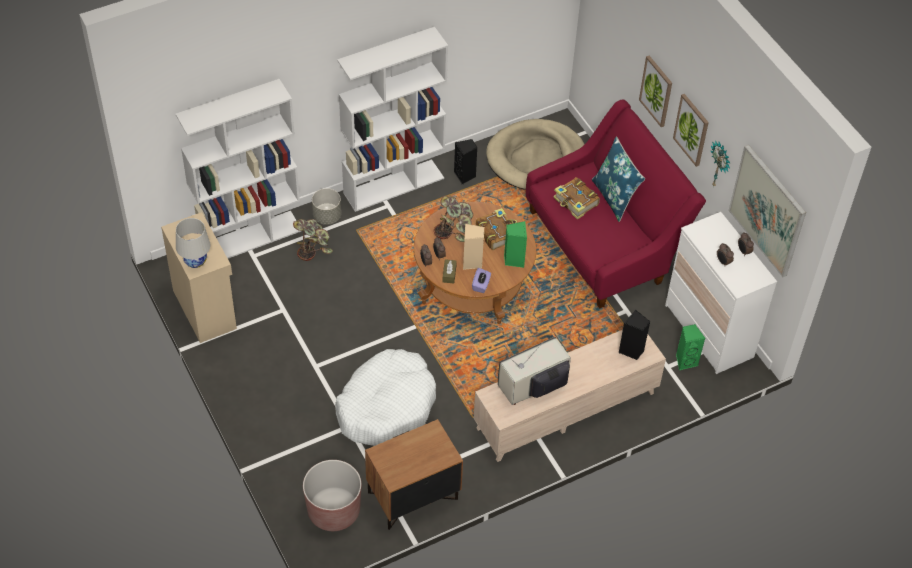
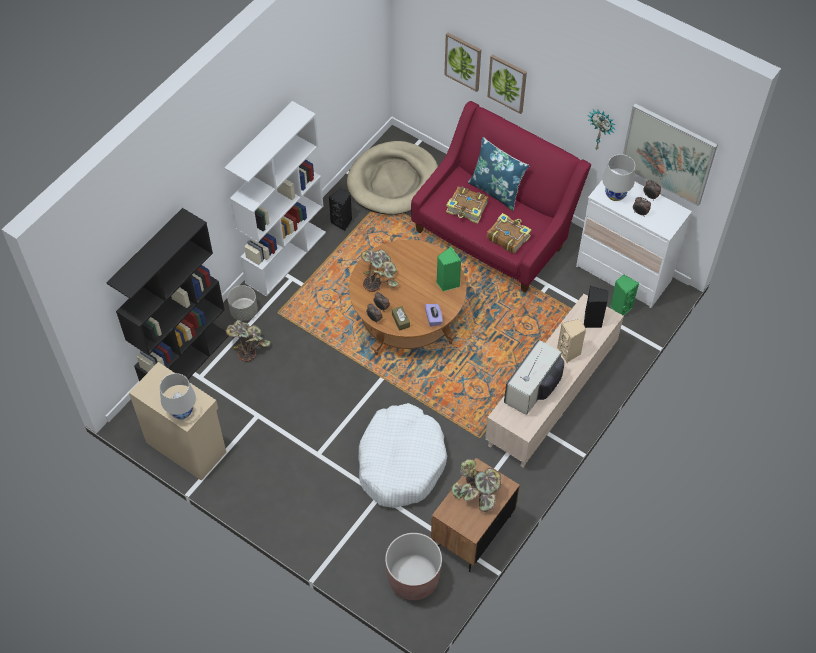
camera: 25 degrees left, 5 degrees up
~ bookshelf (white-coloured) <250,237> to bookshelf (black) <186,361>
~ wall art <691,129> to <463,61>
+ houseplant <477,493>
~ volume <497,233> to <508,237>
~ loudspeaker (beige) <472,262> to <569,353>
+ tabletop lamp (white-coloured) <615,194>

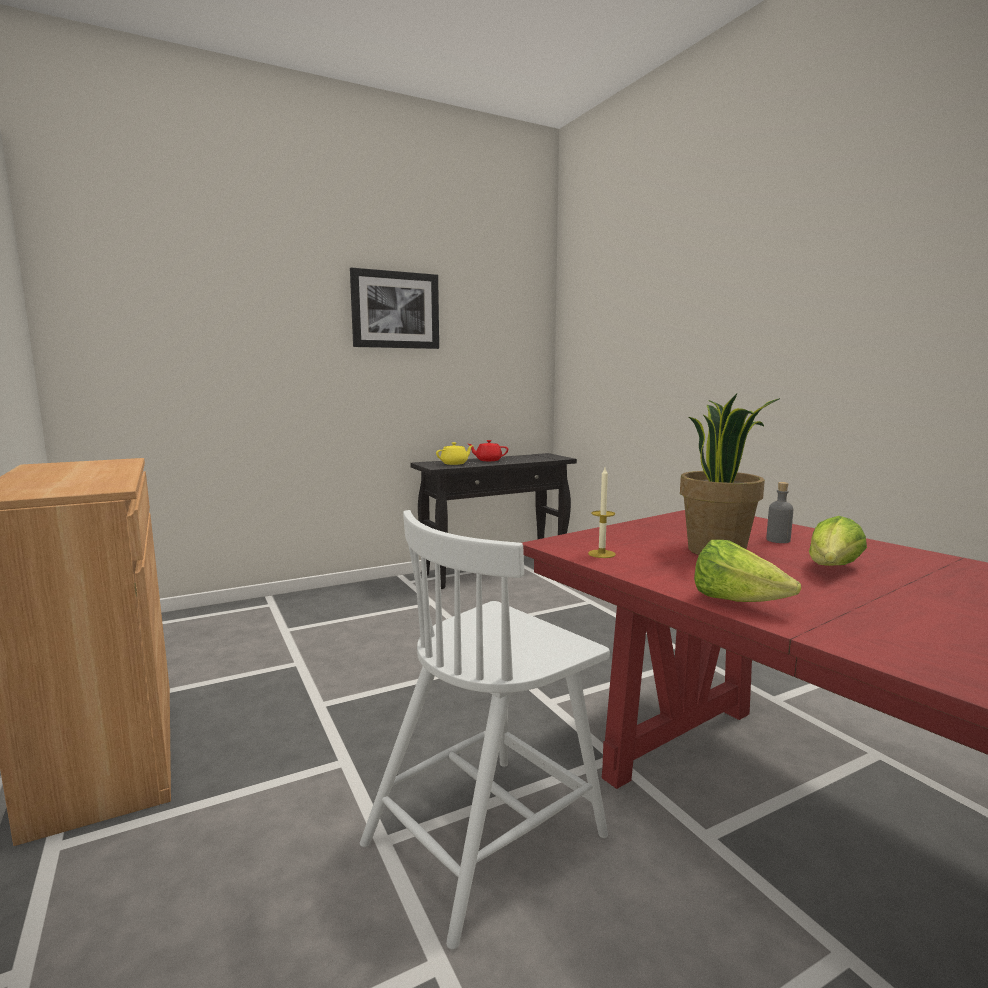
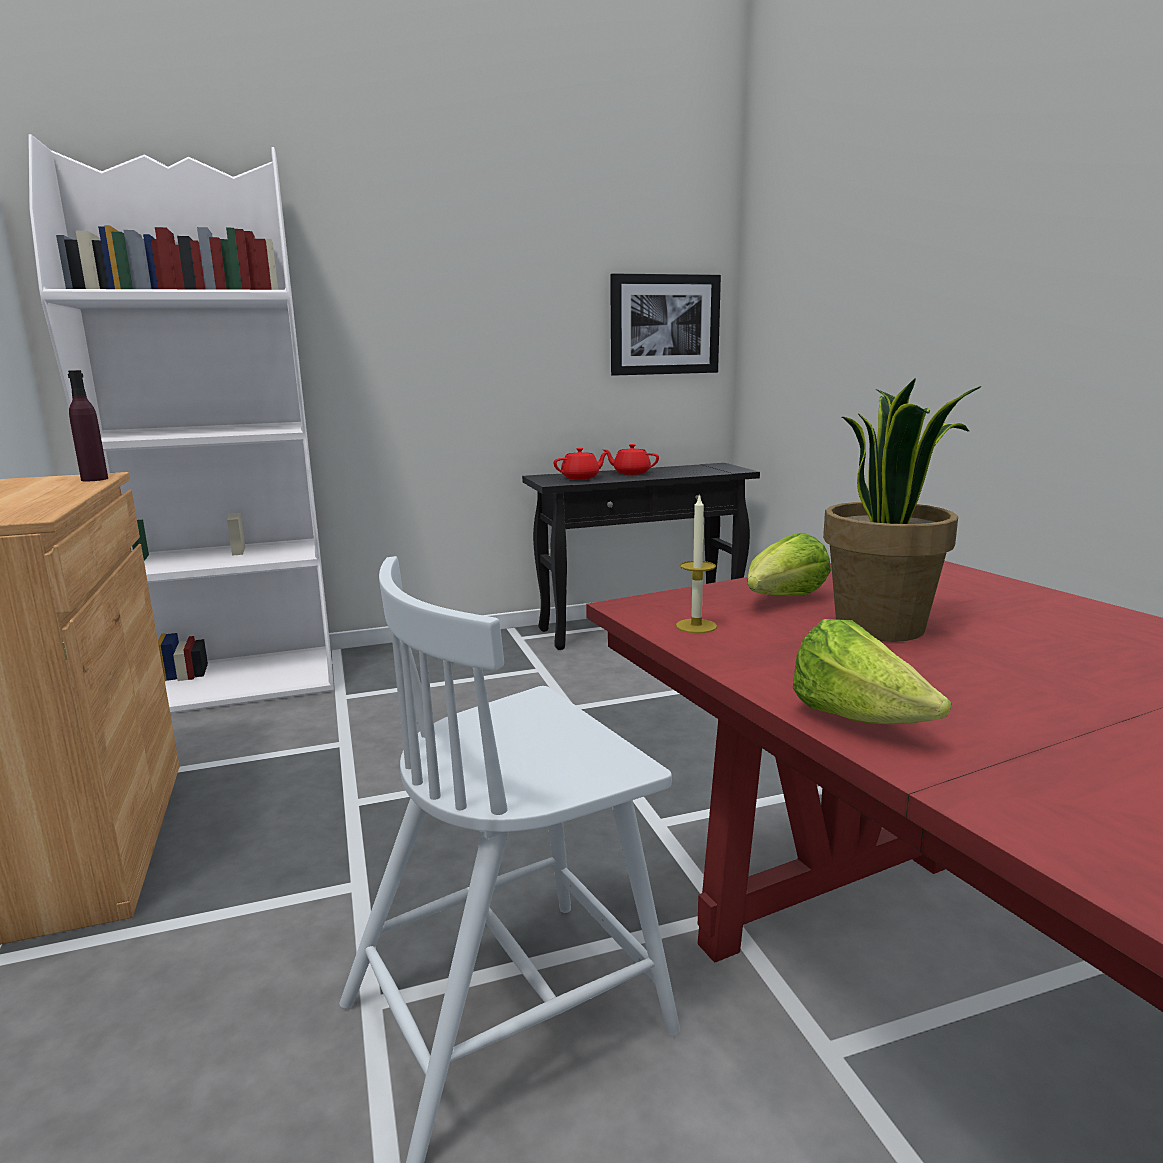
camera: 10 degrees right, 5 degrees up
+ bookshelf (white-coloured) <238,683>
+ bottle (purplish) <94,479>
~ teapot (yellow) <455,463> to teapot (red-coloured) <581,477>
~ wall art <395,310> to <664,325>
~ head of lettuce <832,569> to <784,600>
- bottle (grey) <778,540>

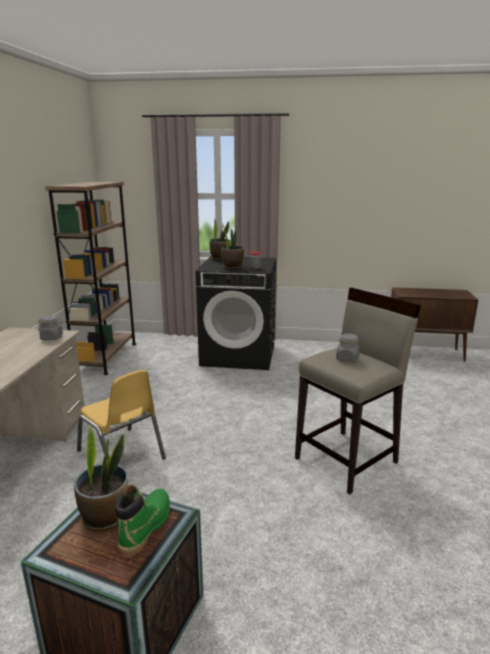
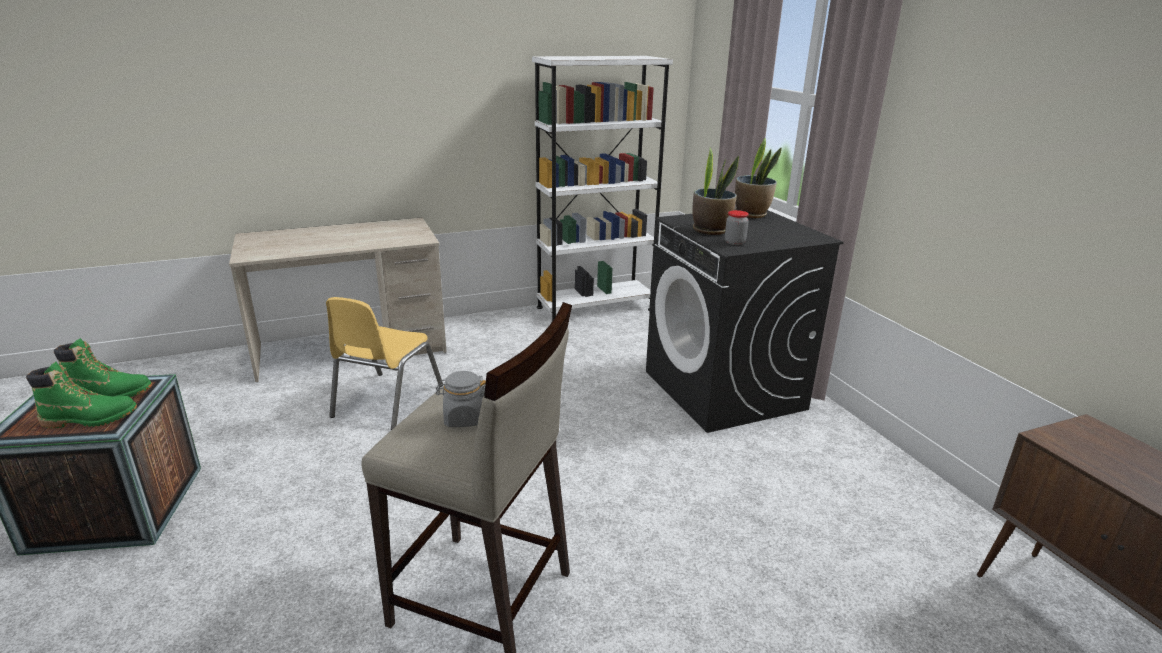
camera: 60 degrees right, 5 degrees up
~ houseplant <105,517> to boot (green-coloured) <110,394>
~ bookshelf (brownish) <106,357> to bookshelf (white-coloured) <595,308>
- jar (grey) <52,338>

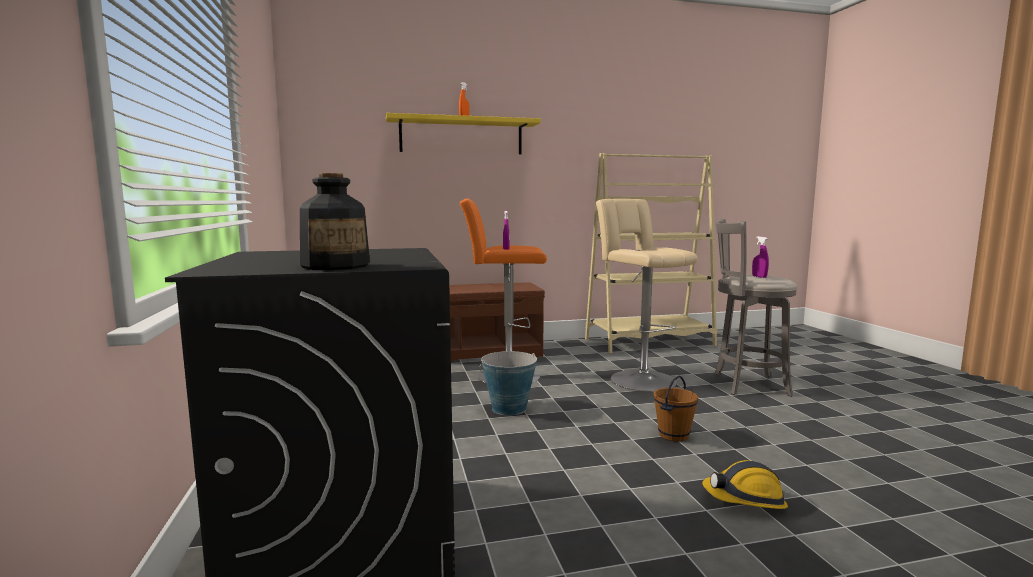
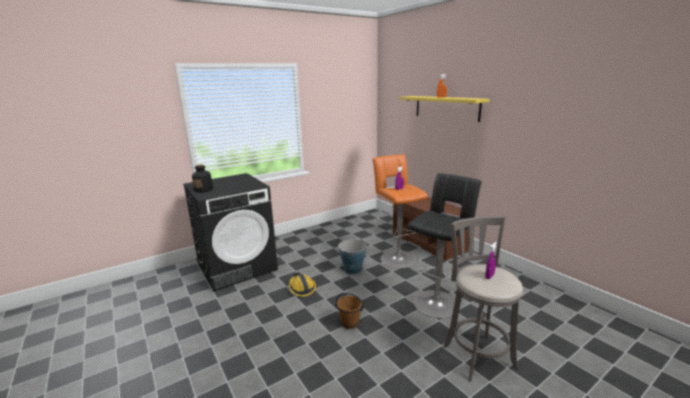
camera: 70 degrees right, 10 degrees up
~ work helmet <745,500> to <302,288>
~ stool (beige) <639,379> to stool (black) <437,301>
- bookshelf (beige) <649,342>

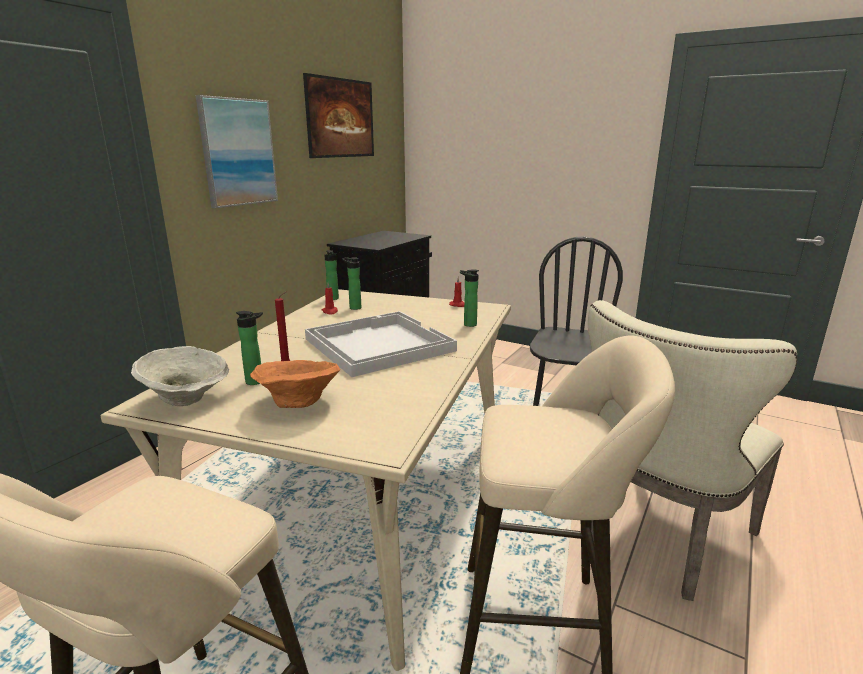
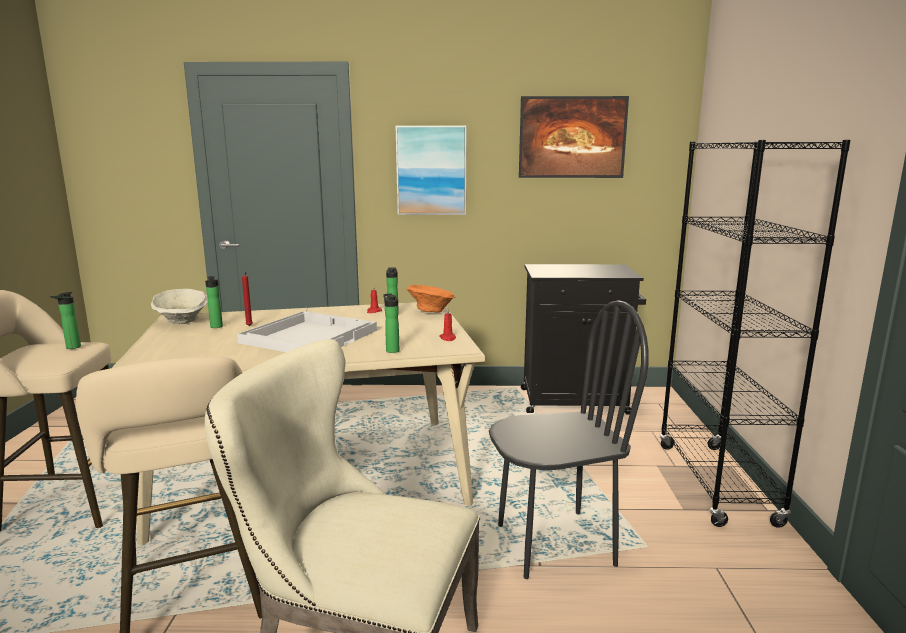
camera: 60 degrees right, 5 degrees down
~ bottle <333,299> to <71,347>
~ serving bowl (orange-coloured) <298,403> to <431,311>
+ bookshelf (black) <716,483>

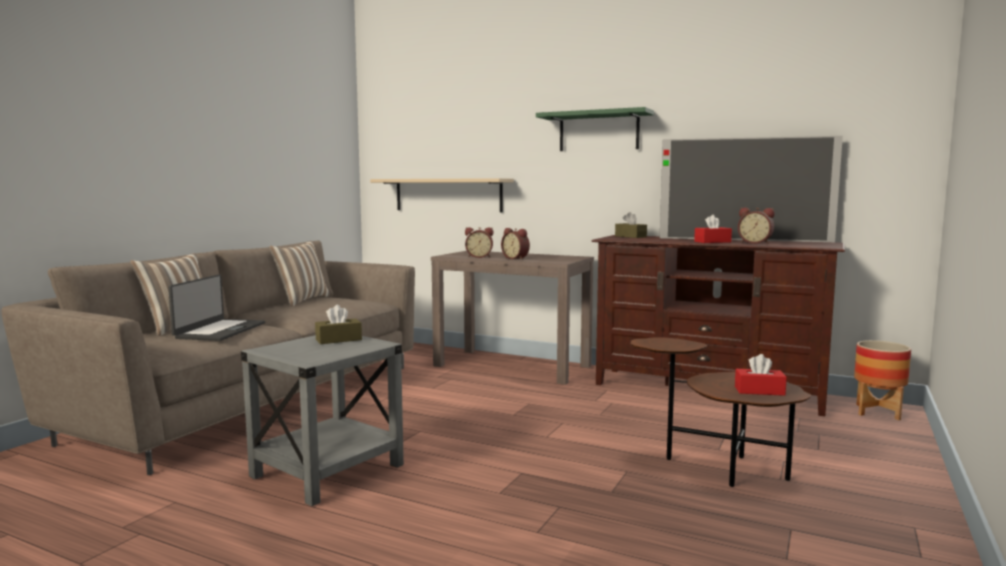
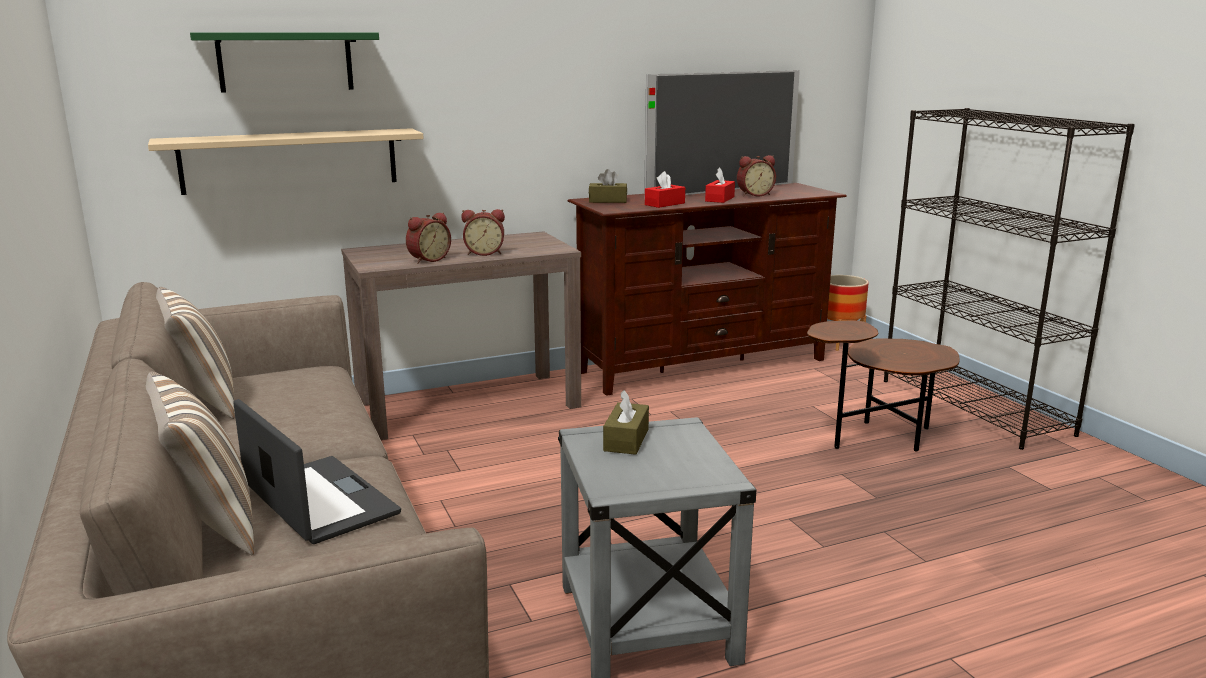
camera: 50 degrees left, 10 degrees up
~ bracket shelf (green-coloured) <599,131> to <285,61>
~ tissue holder (red-coloured) <759,391> to <664,204>
+ bookshelf (black) <975,407>

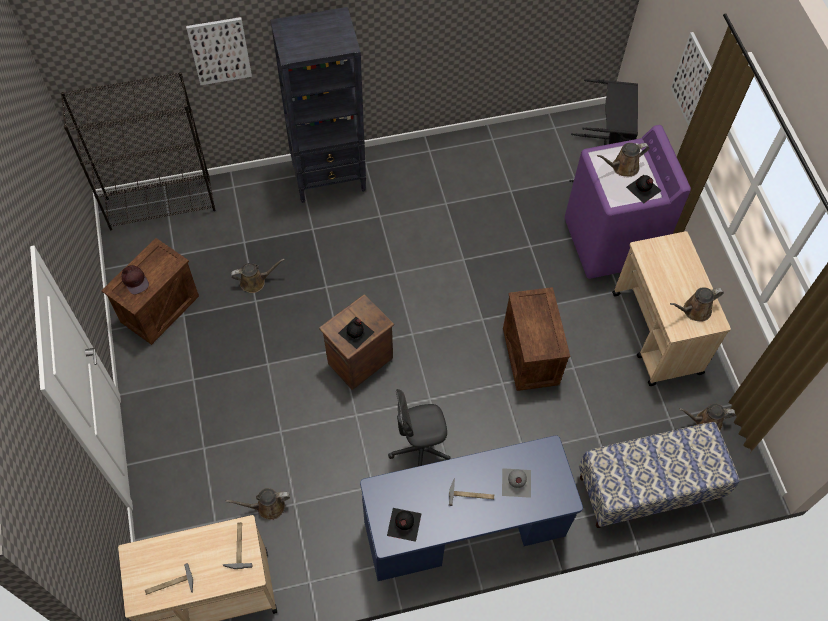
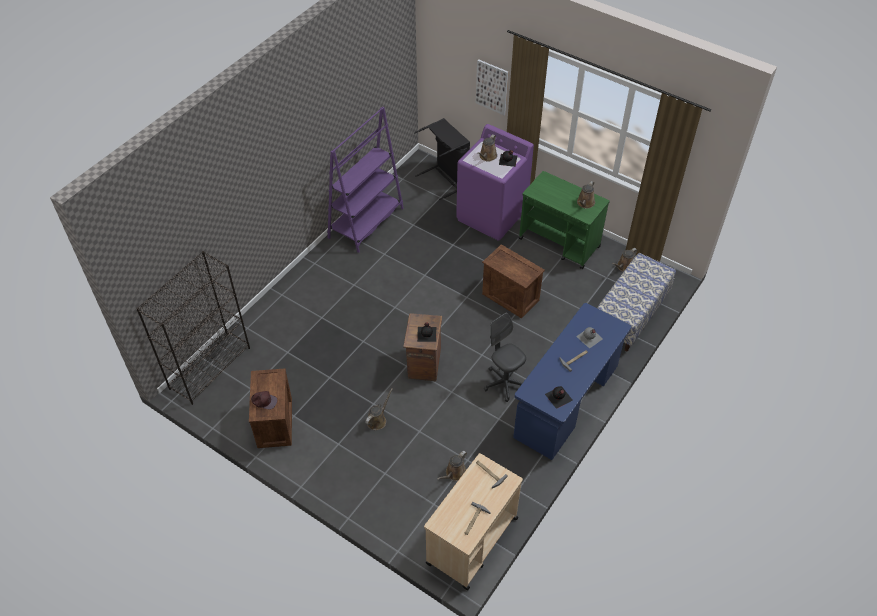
camera: 40 degrees left, 10 degrees down
+ bookshelf (purplish) <366,223>
~ watering can (brownish) <255,281> to <377,420>
~ computer chair (grey) <420,451> = <504,383> 105 degrees clockwise
~ trolley (beige) <656,334> to trolley (green-coloured) <559,243>
- wall art <220,51>
- bookshelf (black) <329,177>

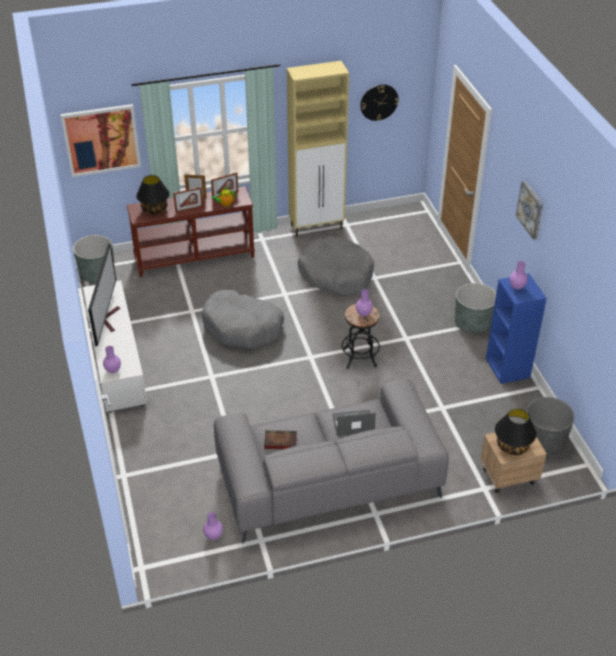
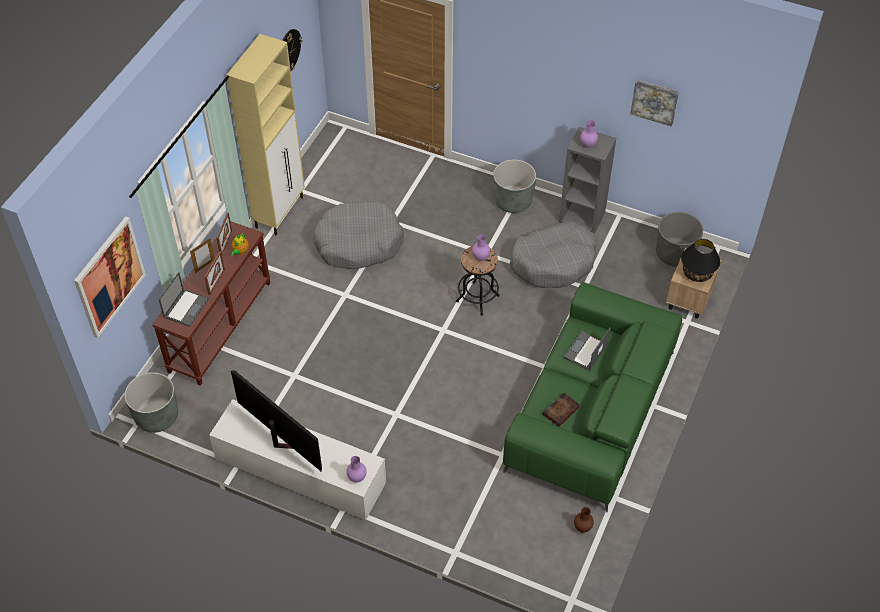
camera: 50 degrees left, 10 degrees up
~ tabletop lamp (black) <154,209> to portable computer <186,307>
~ couch (grey) <328,479> to couch (green-coloured) <591,411>
~ dog cushion (grey) <242,327> to <553,262>
~ bookshelf (blue) <508,368> to bookshelf (grey) <582,217>
~ flower vase (purplish) <213,536> to flower vase (brownish) <582,528>
~ wall art <530,209> to <654,102>

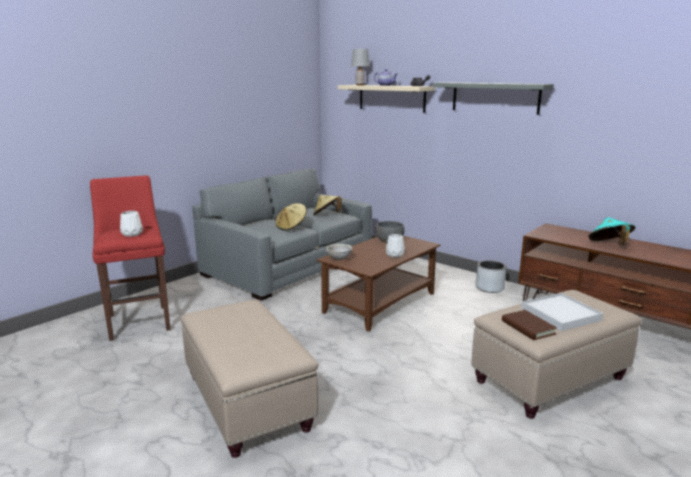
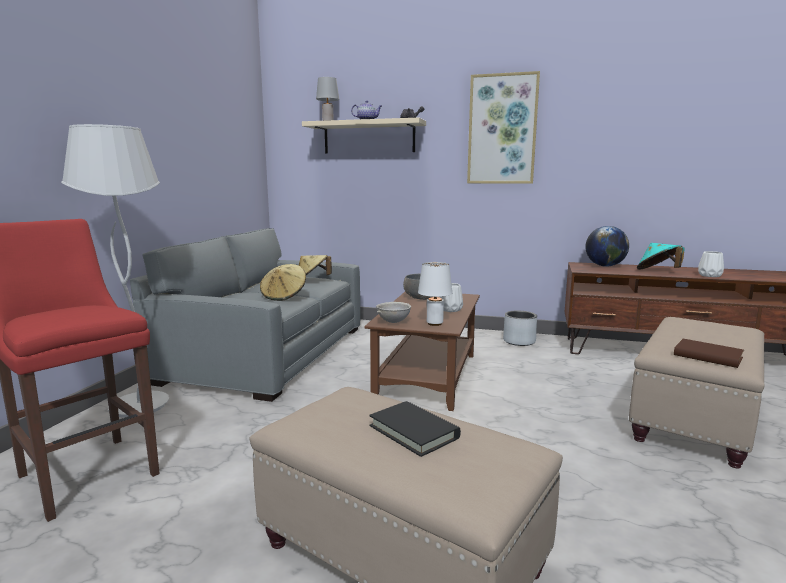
camera: 25 degrees left, 5 degrees down
+ floor lamp (white-coloured) <139,406>
+ volume (black) <414,432>
+ tabletop lamp (white-coloured) <434,324>
~ bracket shelf (grey) <495,97> to wall art <502,129>
+ world globe <605,266>
~ flower vase (white-coloured) <131,234> to <709,275>
- carrying tray (white-coloured) <560,314>

